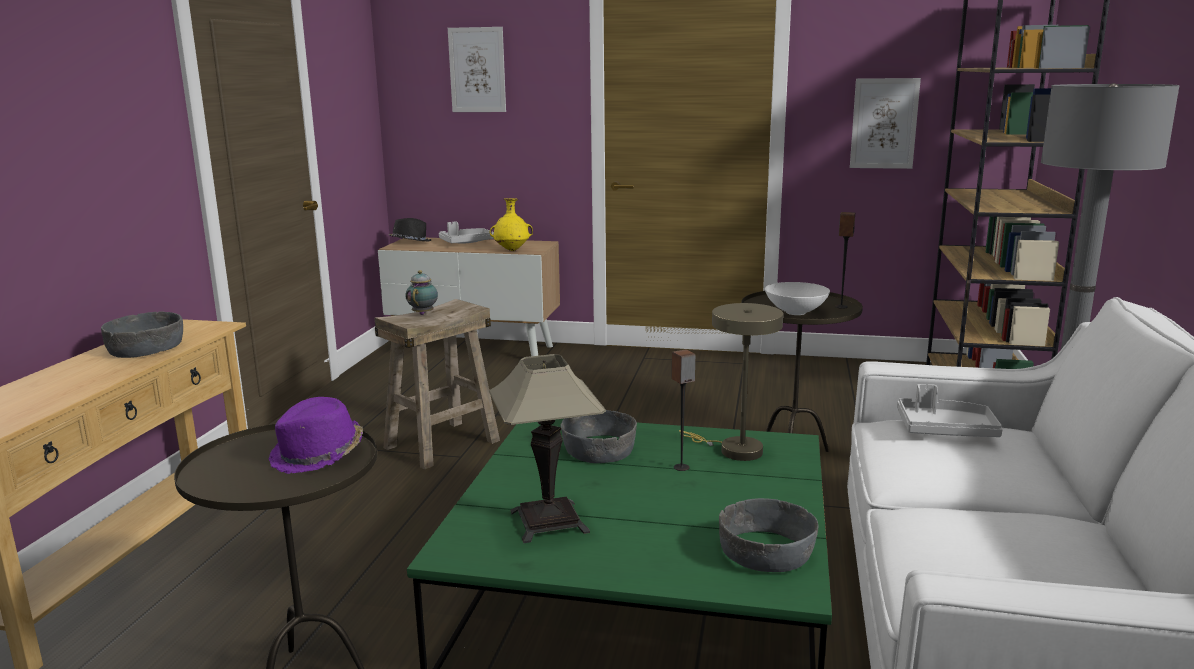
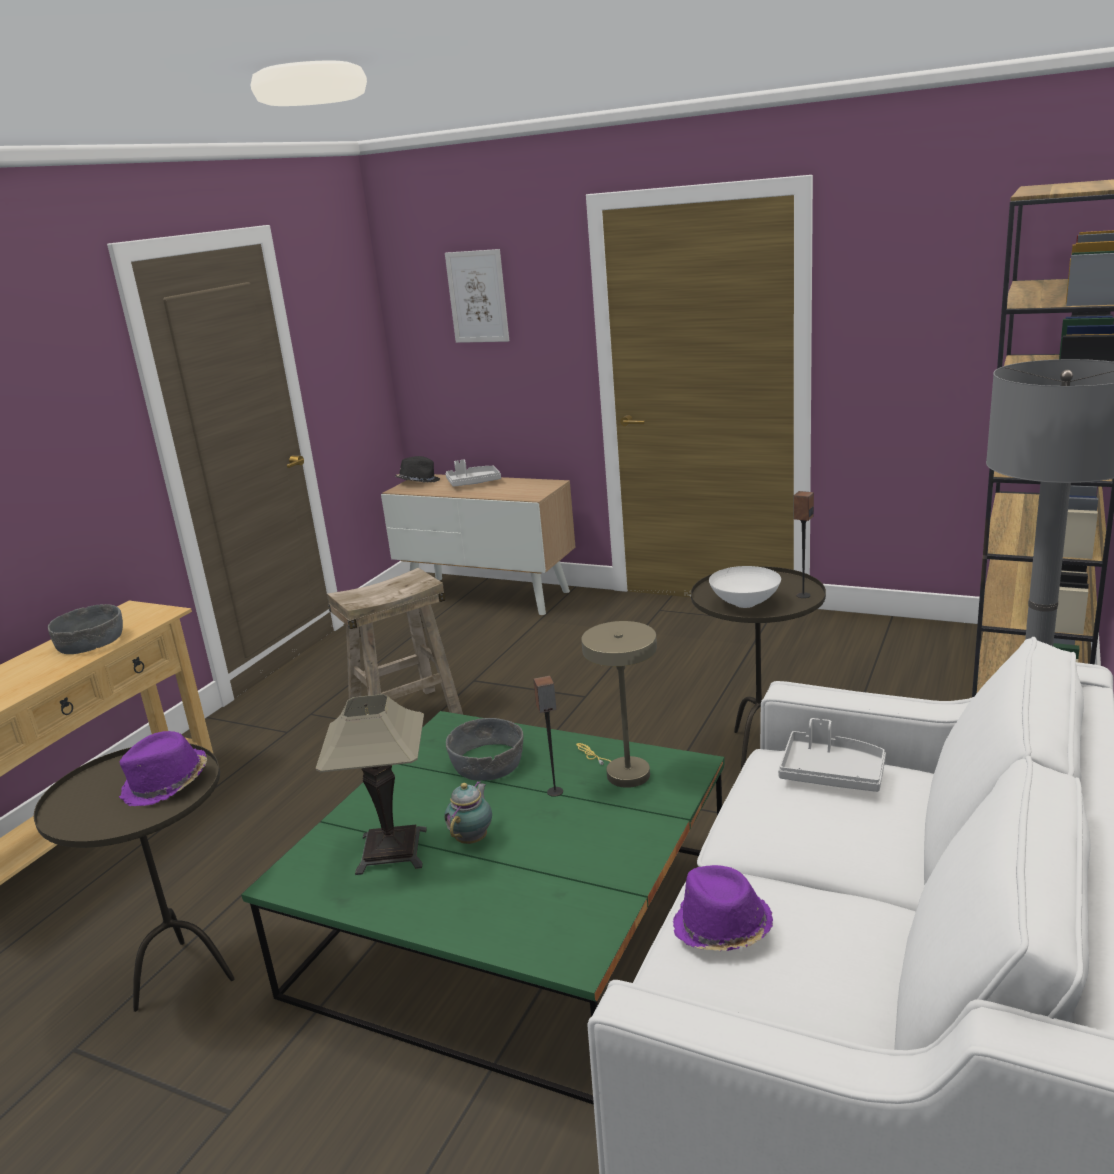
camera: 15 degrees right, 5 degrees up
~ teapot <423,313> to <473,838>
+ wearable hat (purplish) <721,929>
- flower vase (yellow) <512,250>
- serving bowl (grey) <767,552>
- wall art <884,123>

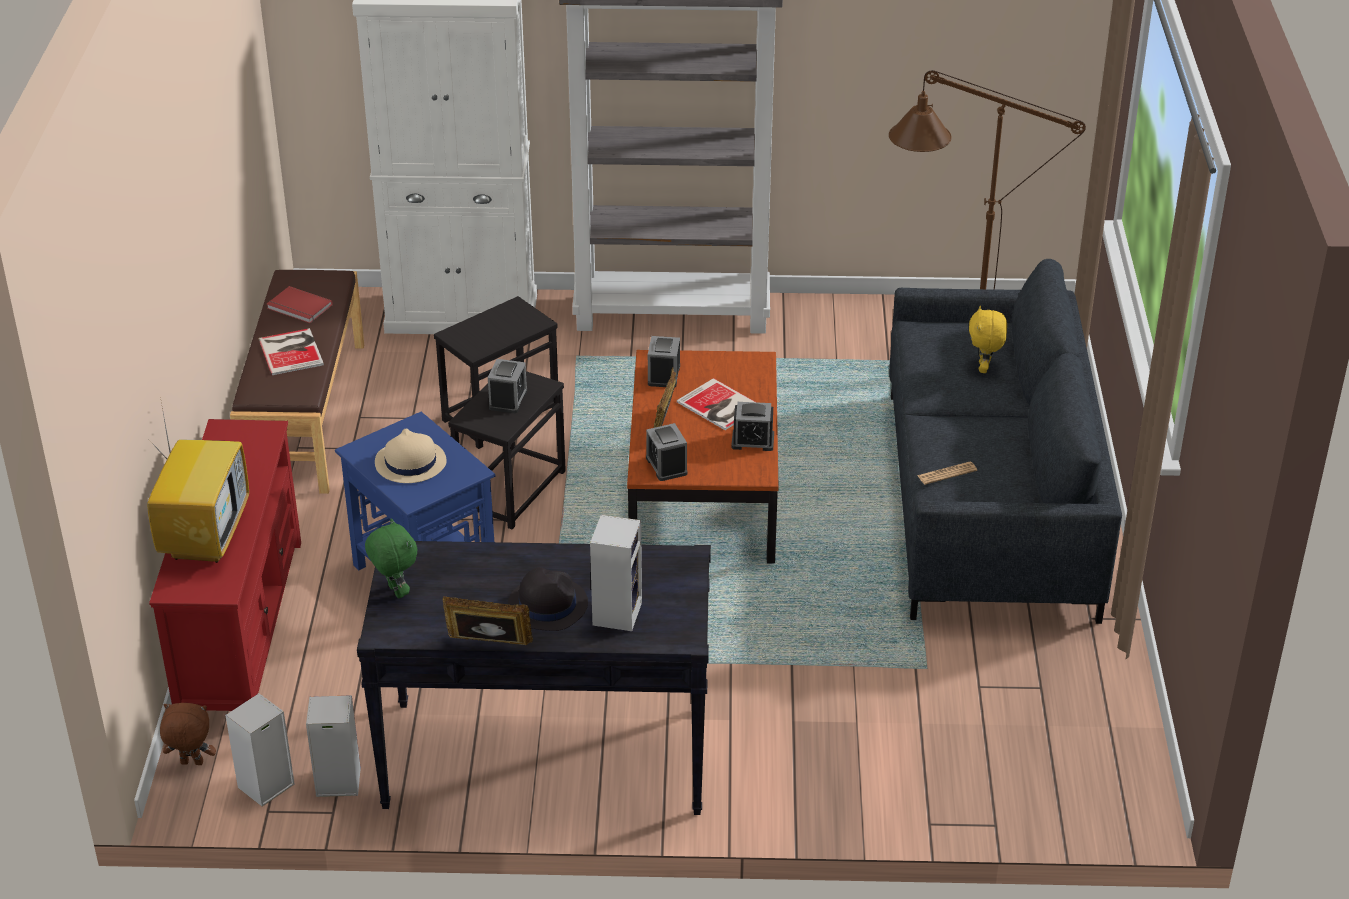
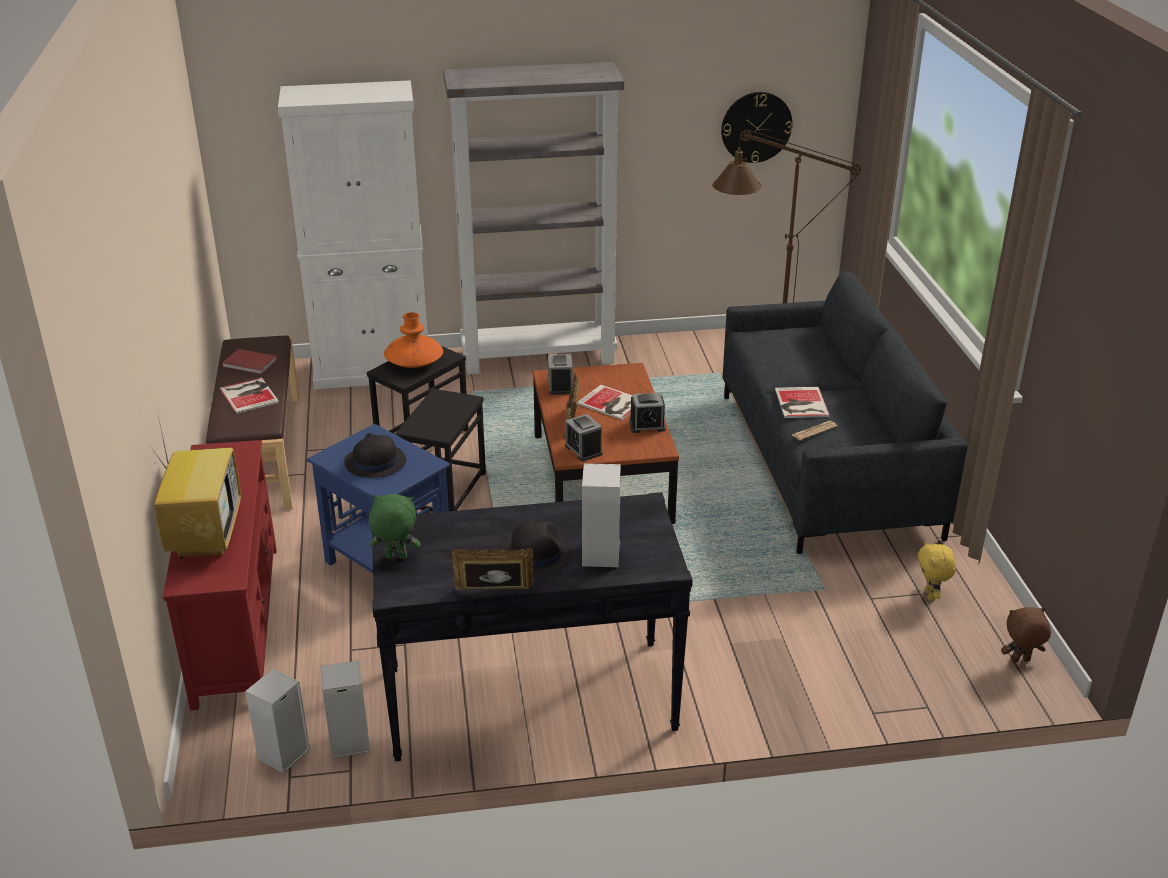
camera: 10 degrees left, 5 degrees down
~ wearable hat (beige) <410,463> to wearable hat (black) <375,462>
~ soft toy (green-coloured) <395,591> = <395,558> 45 degrees counterclockwise
+ flower vase (orange-coloured) <414,362>
+ hanging clock <756,127>
+ volume <800,404>
~ soft toy (yellow) <984,368> to <931,595>
~ soft toy (brownish) <191,764> to <1020,661>
- bedside clock <508,399>

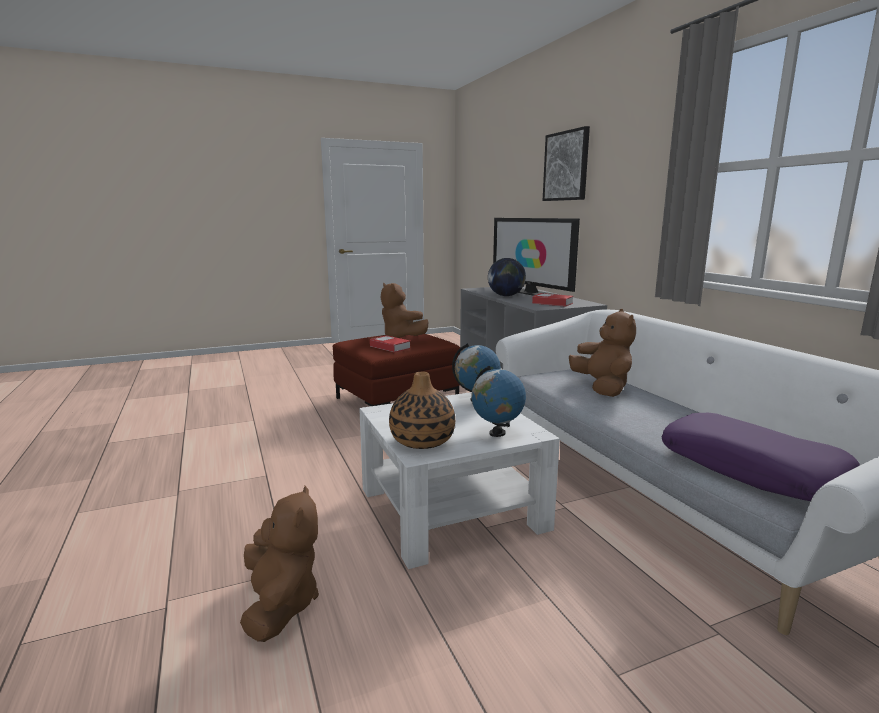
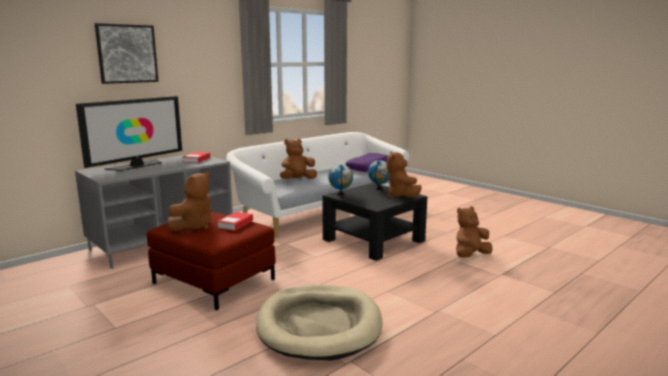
camera: 110 degrees left, 0 degrees up
+ dog cushion (beige) <319,325>
~ coffee table (white-coloured) <451,508> to coffee table (black) <373,240>
~ flower vase <422,441> to soft toy (brownish) <401,196>
- world globe <506,296>

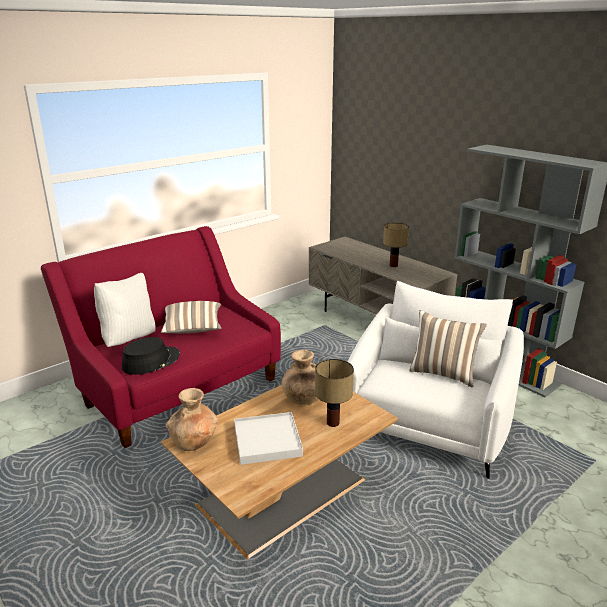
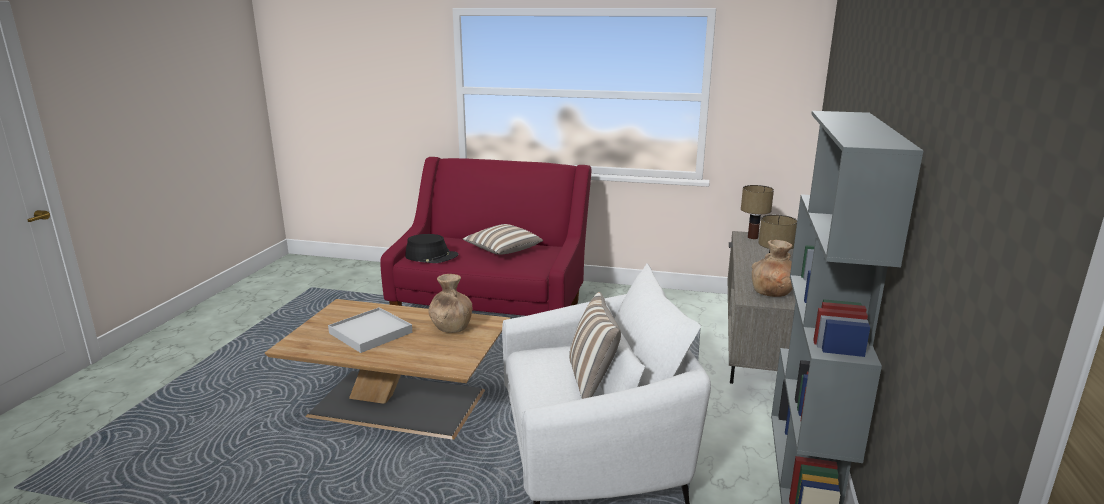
camera: 55 degrees right, 5 degrees down
~ tabletop lamp <333,423> to <753,237>
~ flower vase (brownish) <194,441> to <772,293>
- pillow (white-coloured) <129,338>

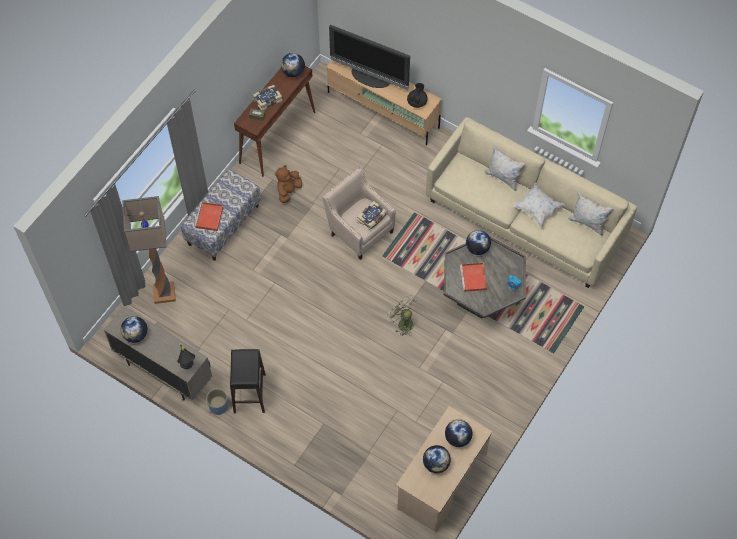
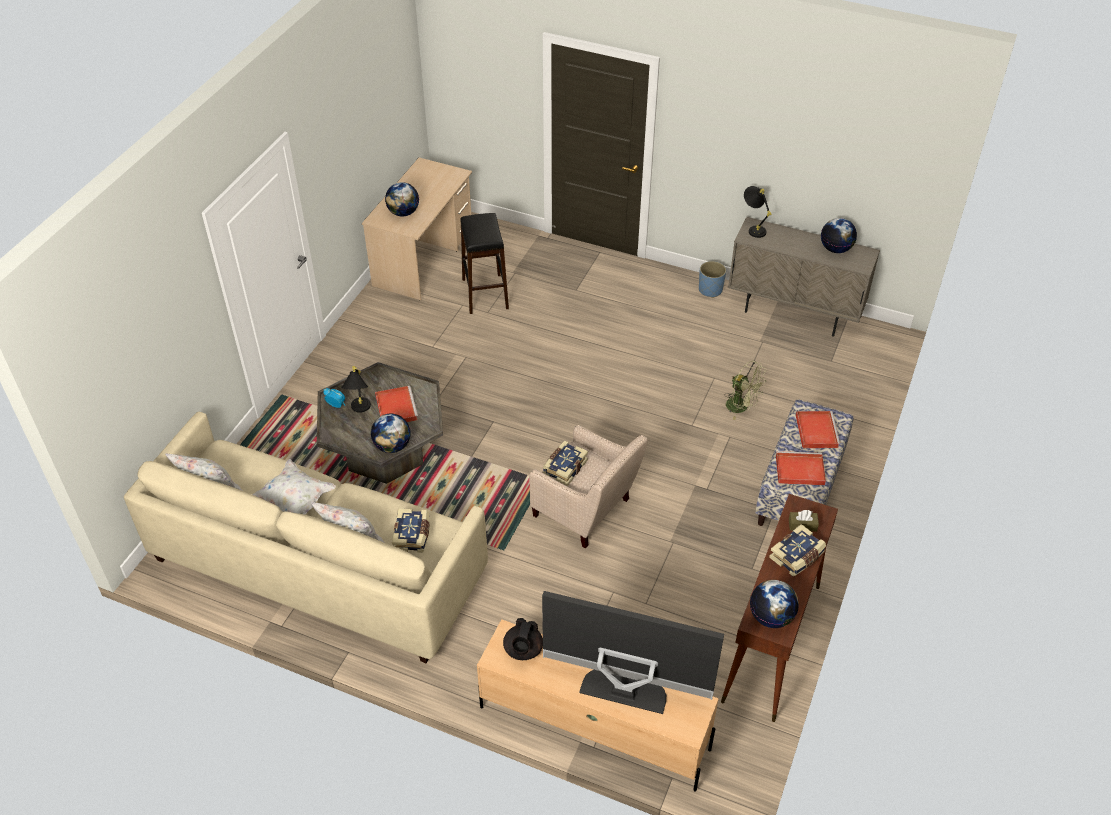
camera: 170 degrees right, 15 degrees down
+ tabletop lamp (black) <359,411>
+ volume <412,535>
~ stool (black) <249,393> to <485,294>
~ cooling fan (green-coloured) <402,323> to <741,407>
+ carrying tray (red-coloured) <798,470>
- floor lamp <163,292>
- soft toy (brownish) <288,191>
- world globe <436,464>

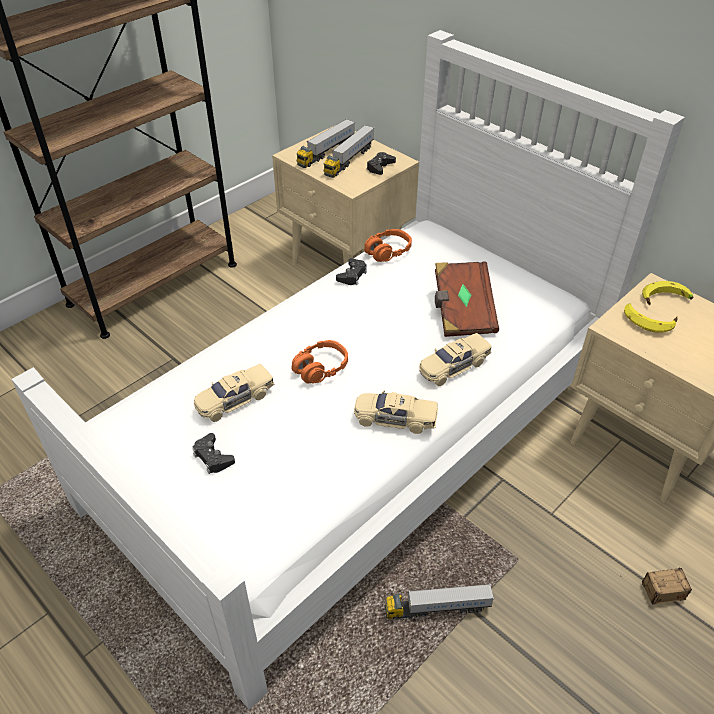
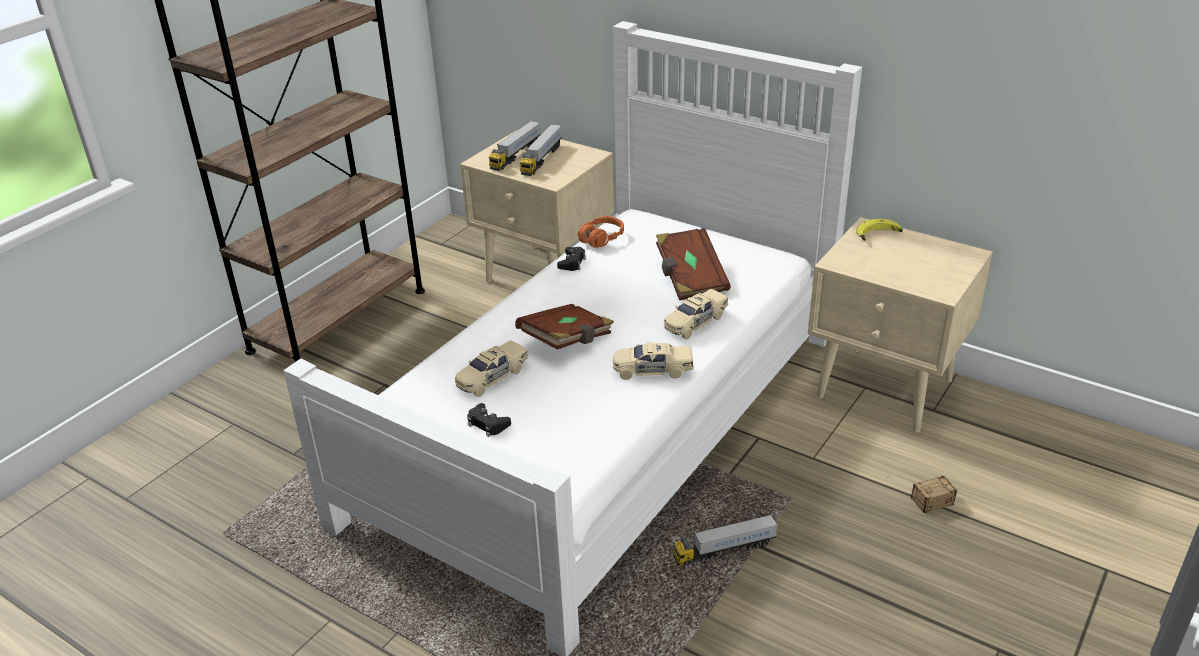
camera: 10 degrees left, 10 degrees down
~ pair of headphones (orange-coloured) <320,368> to volume (brownish) <567,341>
- gamepad (black) <380,167>
- whole banana <648,320>

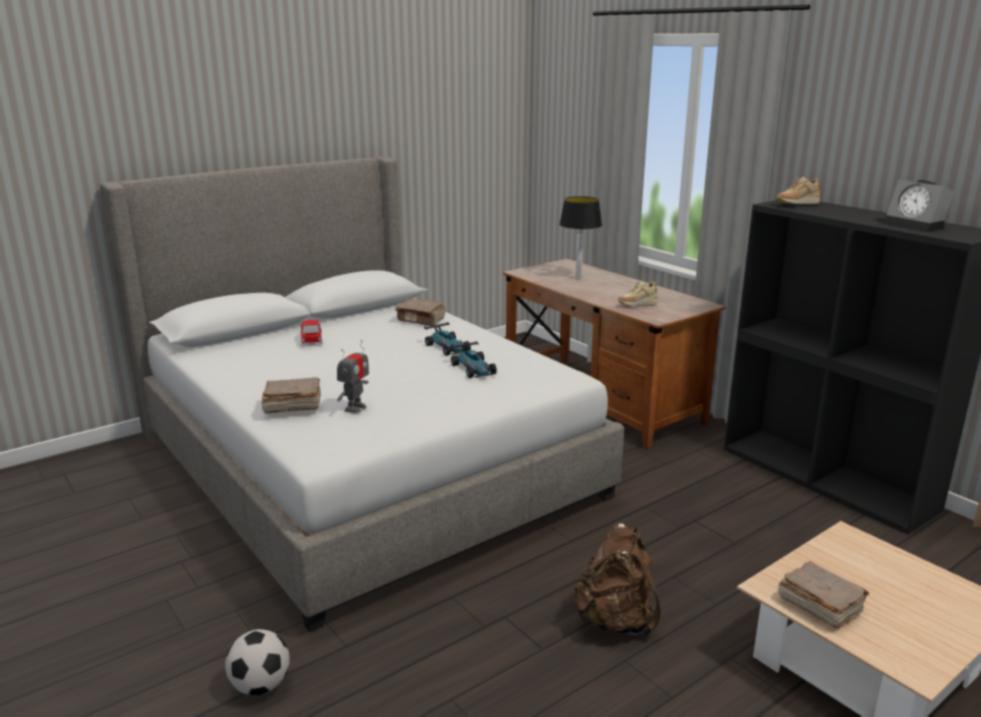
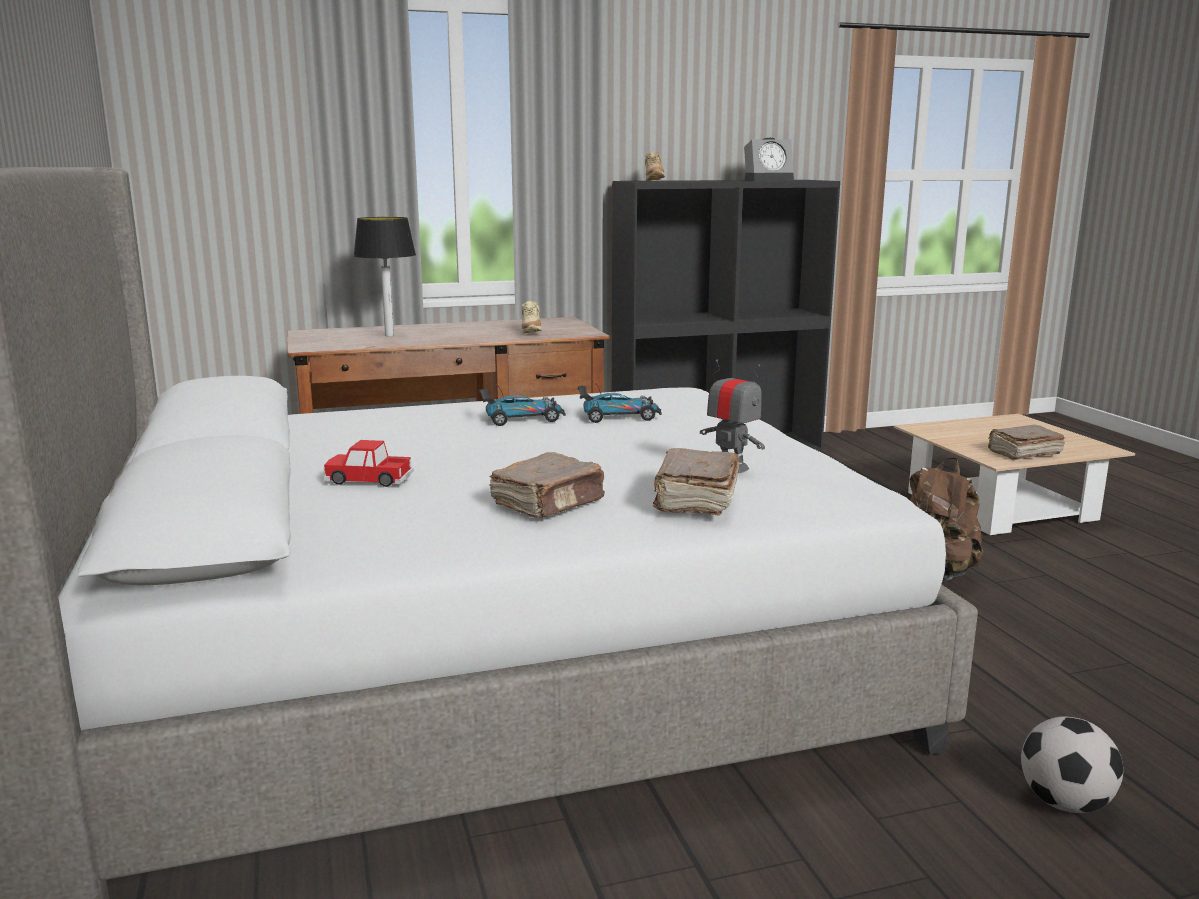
camera: 70 degrees left, 5 degrees down
~ volume (brownish) <421,320> to <549,504>

